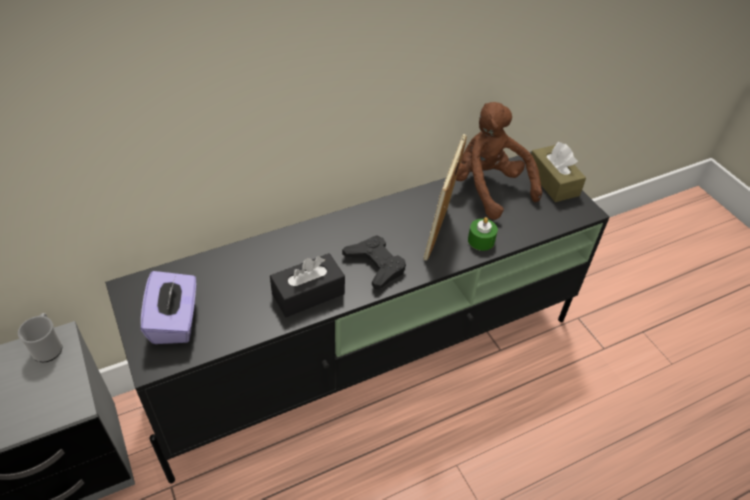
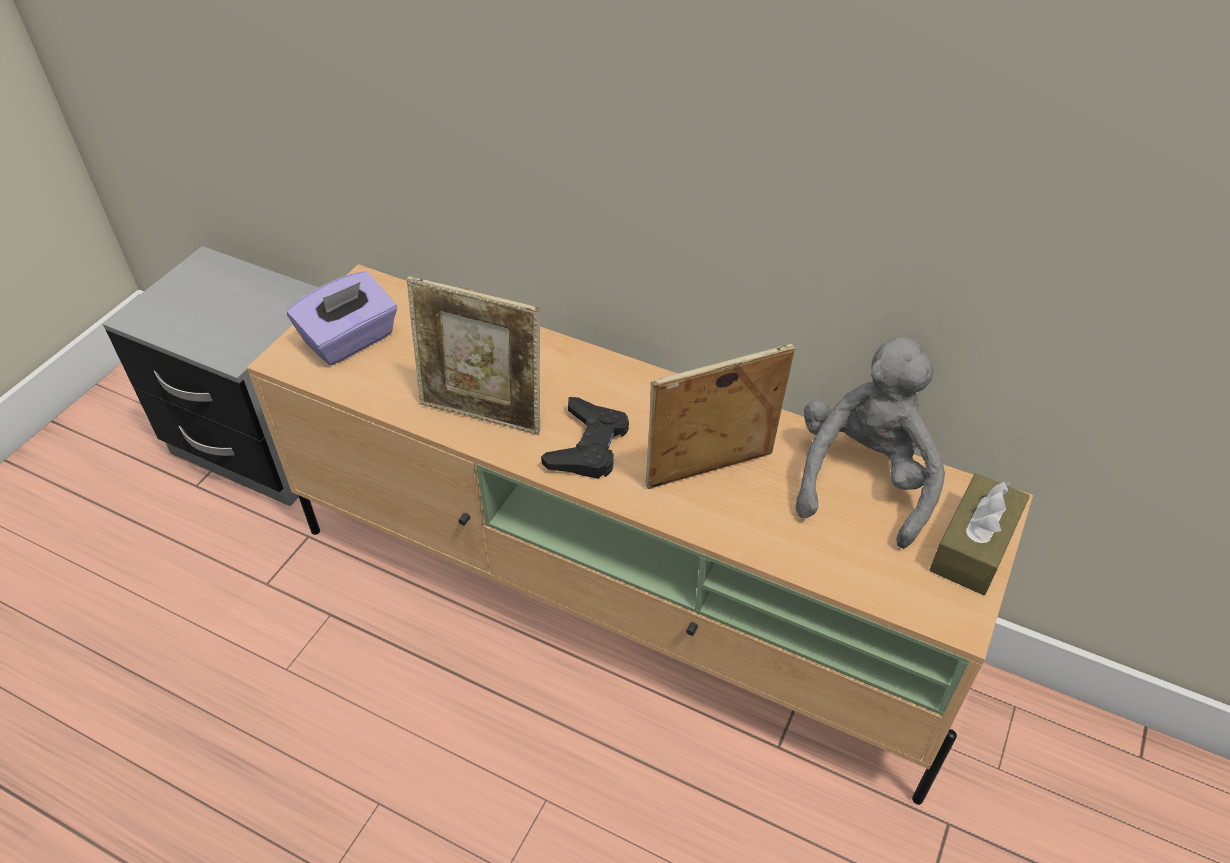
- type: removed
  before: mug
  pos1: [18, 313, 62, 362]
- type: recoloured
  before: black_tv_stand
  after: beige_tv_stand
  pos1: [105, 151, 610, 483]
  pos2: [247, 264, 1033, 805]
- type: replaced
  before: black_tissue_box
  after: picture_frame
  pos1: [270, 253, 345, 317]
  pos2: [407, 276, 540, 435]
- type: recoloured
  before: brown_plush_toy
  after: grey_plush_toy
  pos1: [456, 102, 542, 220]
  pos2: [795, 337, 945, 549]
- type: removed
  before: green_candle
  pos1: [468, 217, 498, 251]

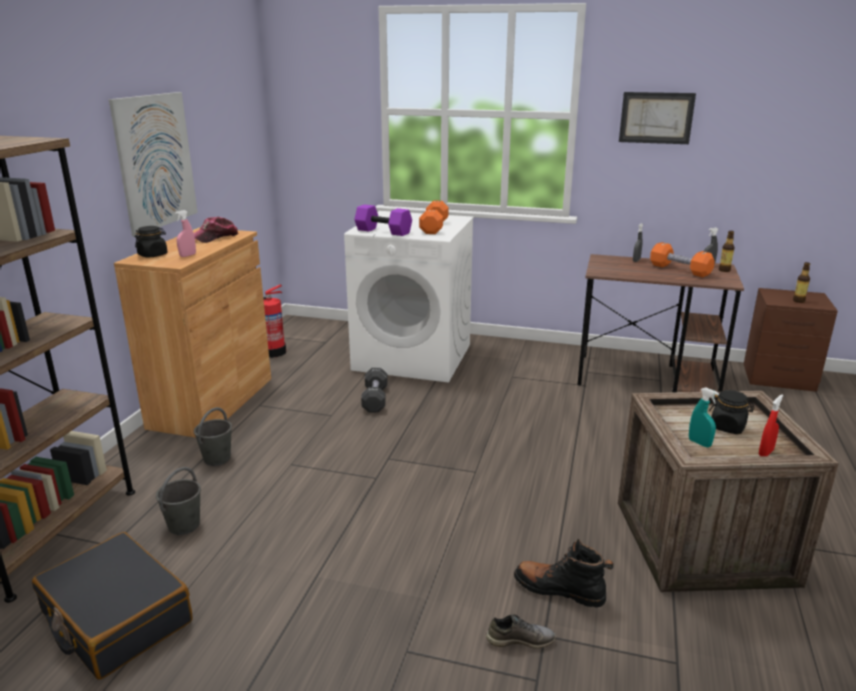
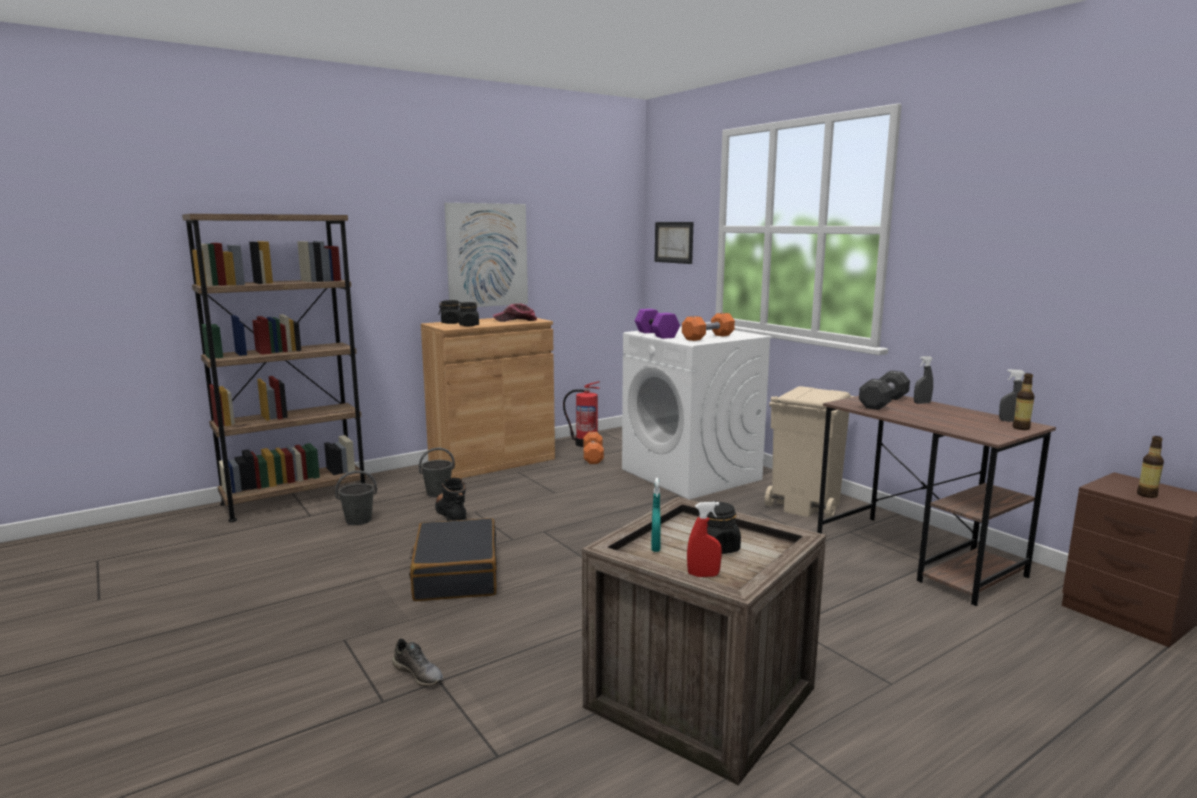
- type: moved
  before: black_suitcase
  pos1: [32, 532, 193, 680]
  pos2: [409, 518, 497, 601]
- type: replaced
  before: pink_spray_bottle
  after: black_jar
  pos1: [175, 210, 196, 257]
  pos2: [458, 302, 479, 326]
- type: moved
  before: black_dumbbell
  pos1: [361, 368, 388, 412]
  pos2: [859, 370, 910, 410]
- type: moved
  before: black_boot
  pos1: [514, 539, 613, 608]
  pos2: [435, 478, 467, 521]
- type: moved
  before: picture
  pos1: [619, 92, 696, 144]
  pos2: [655, 222, 694, 264]
- type: moved
  before: orange_dumbbell
  pos1: [650, 242, 715, 277]
  pos2: [583, 432, 604, 464]
- type: added
  after: beige_trash_can
  pos2: [765, 386, 855, 518]

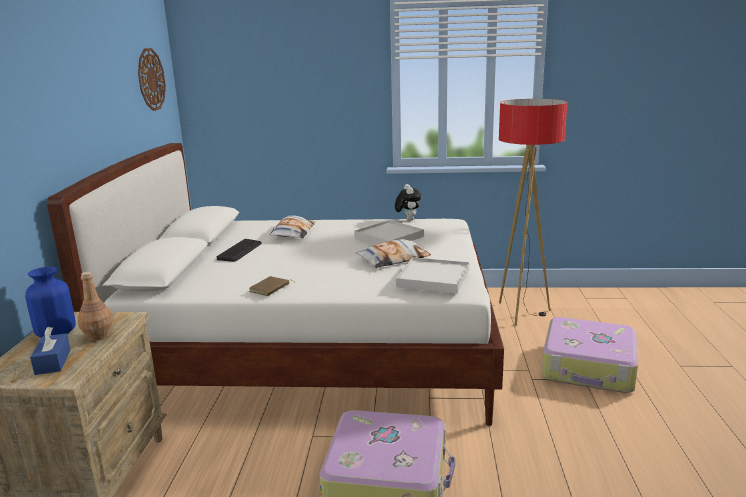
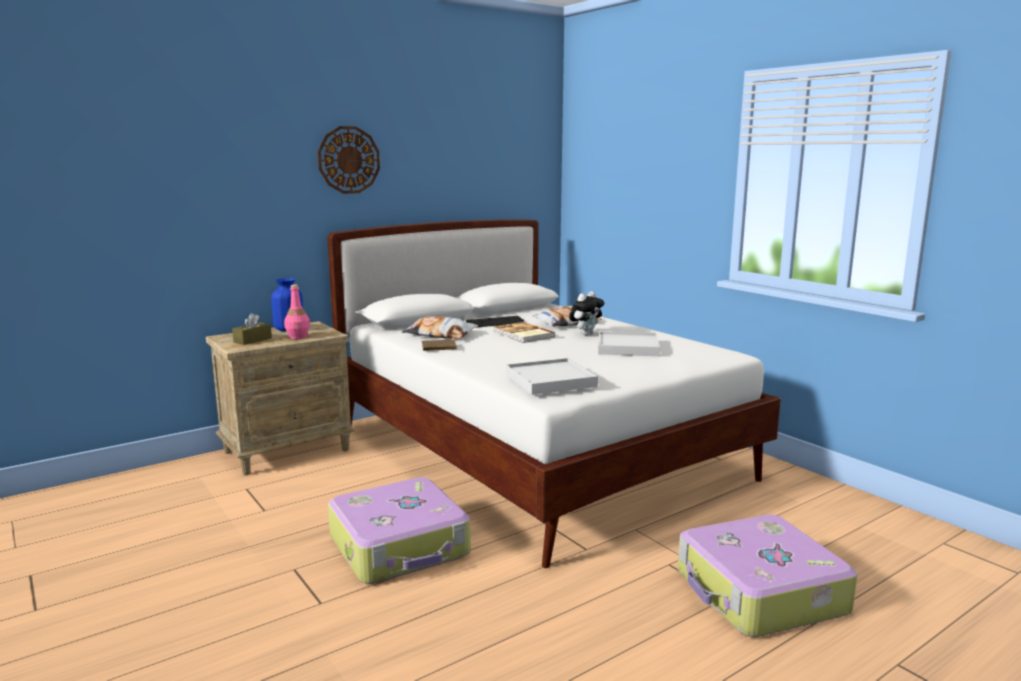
- type: recoloured
  before: blue_tissue_box
  after: brown_tissue_box
  pos1: [30, 327, 71, 375]
  pos2: [232, 313, 272, 345]
- type: recoloured
  before: brown_bottle
  after: pink_bottle
  pos1: [78, 272, 113, 341]
  pos2: [284, 285, 310, 339]
- type: moved
  before: wall_clock
  pos1: [138, 48, 166, 111]
  pos2: [318, 126, 380, 194]
- type: moved
  before: pillow
  pos1: [355, 239, 431, 268]
  pos2: [402, 316, 478, 339]
- type: moved
  before: plush_toy
  pos1: [395, 184, 422, 221]
  pos2: [569, 291, 604, 335]
- type: removed
  before: floor_lamp
  pos1: [499, 99, 567, 325]
- type: added
  after: book
  pos2: [493, 322, 555, 343]

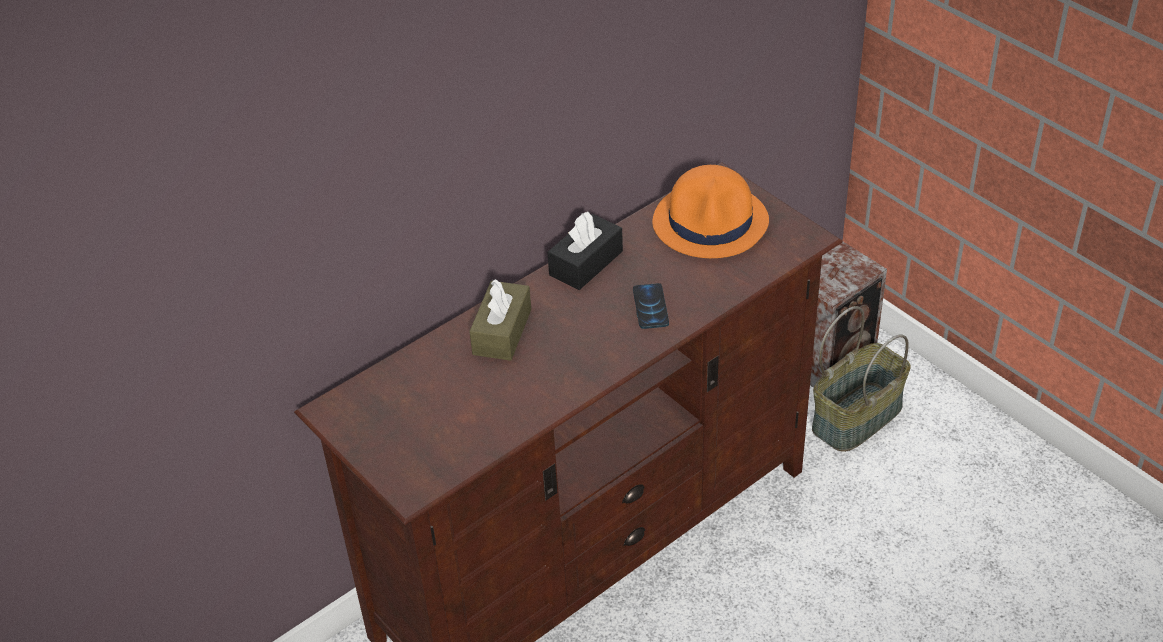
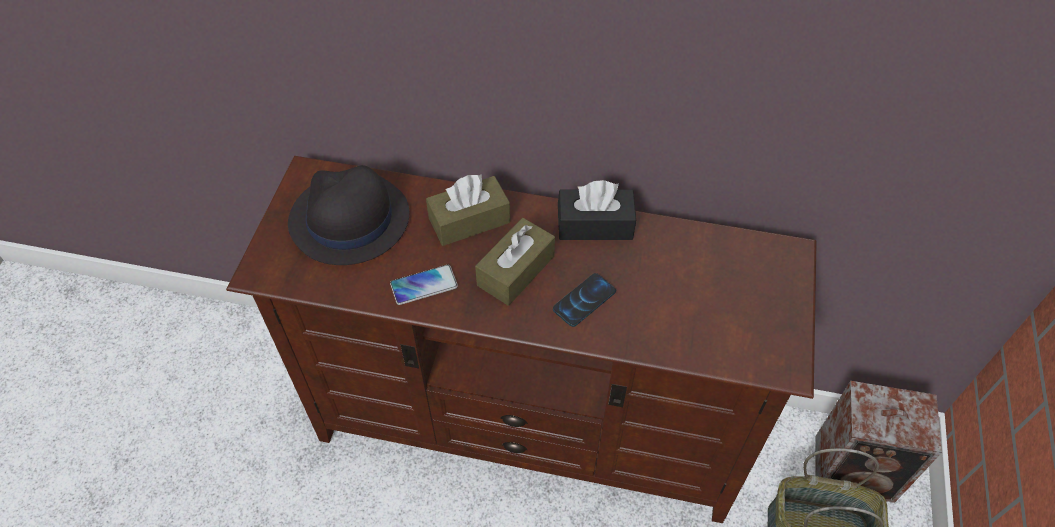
- type: removed
  before: orange_hat
  pos1: [652, 165, 769, 258]
- type: added
  after: black_hat
  pos2: [288, 165, 409, 265]
- type: added
  after: phone
  pos2: [390, 265, 458, 305]
- type: added
  after: brown_tissue_box
  pos2: [475, 218, 555, 306]

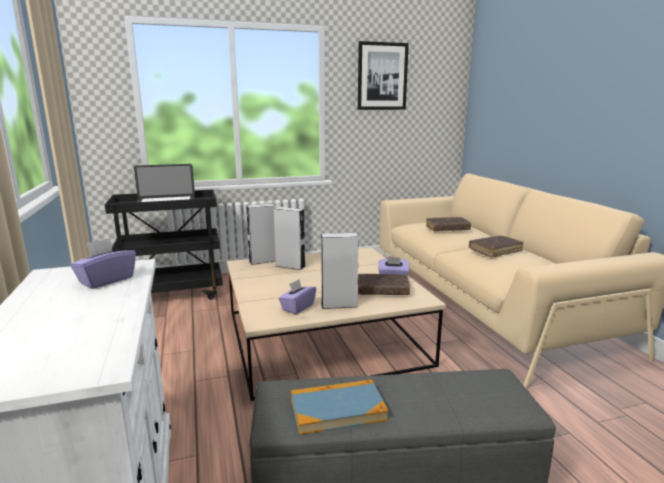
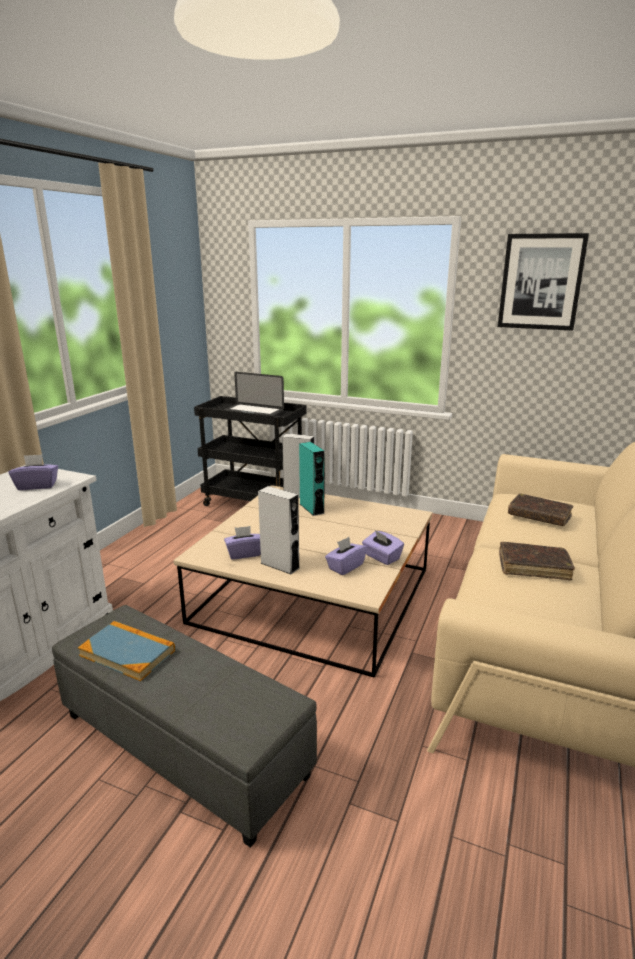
- type: recoloured
  before: grey_speaker
  after: turquoise_speaker
  pos1: [274, 207, 306, 270]
  pos2: [299, 442, 325, 516]
- type: replaced
  before: brown_book
  after: purple_tissue_box
  pos1: [358, 274, 410, 295]
  pos2: [325, 537, 367, 575]

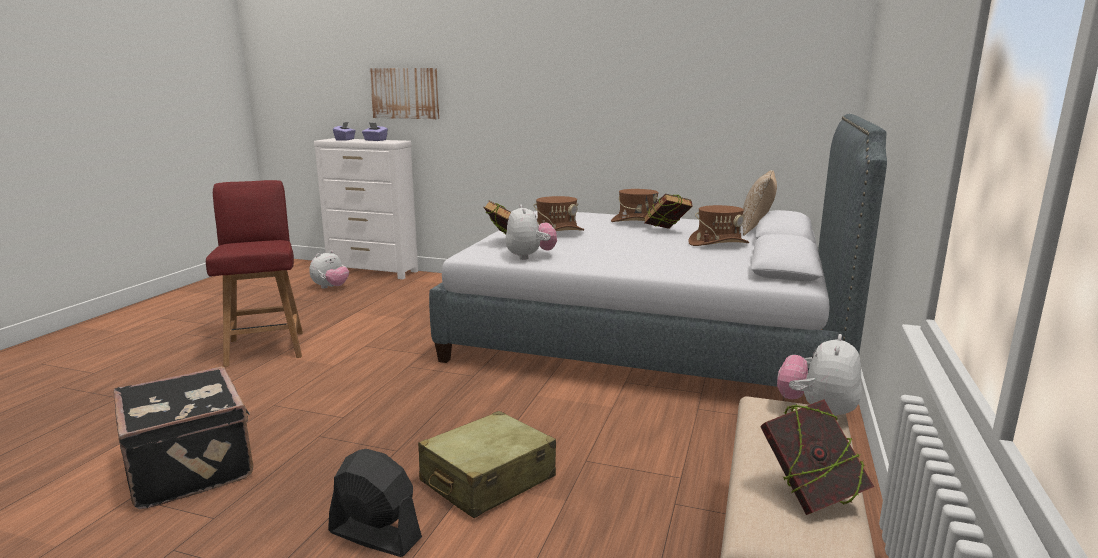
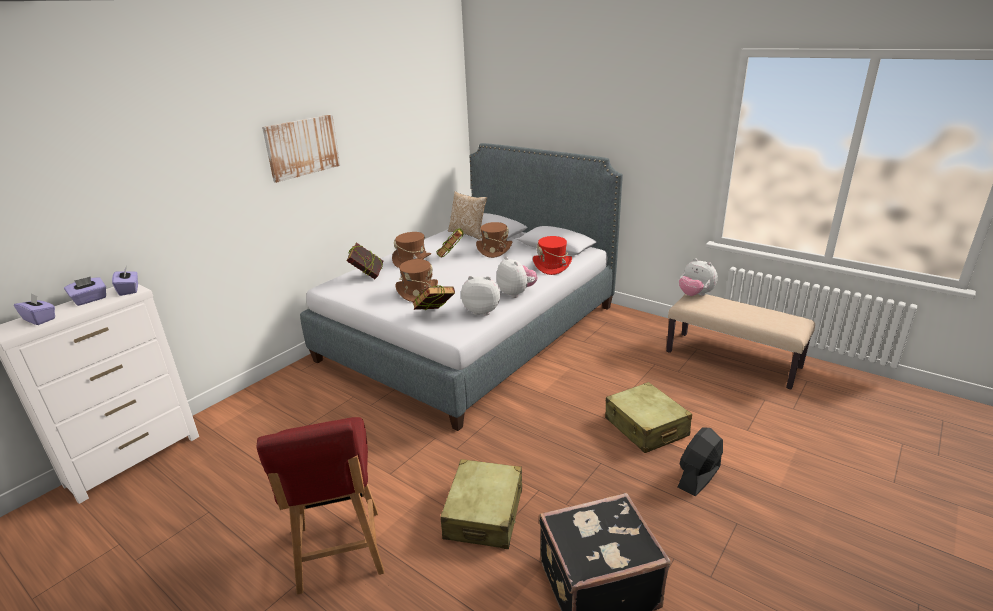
- type: turned
  before: red_chair
  pos1: [206, 180, 303, 367]
  pos2: [257, 417, 384, 595]
  turn: -105
- type: moved
  before: plush_toy
  pos1: [309, 250, 349, 289]
  pos2: [496, 256, 537, 298]
- type: moved
  before: picture
  pos1: [369, 68, 439, 119]
  pos2: [262, 115, 340, 183]
- type: moved
  before: book
  pos1: [760, 399, 874, 515]
  pos2: [347, 243, 383, 279]
- type: added
  after: purple_tissue_box
  pos2: [112, 266, 138, 296]
- type: added
  after: beige_suitcase
  pos2: [440, 459, 522, 549]
- type: added
  after: red_hat
  pos2: [533, 236, 572, 275]

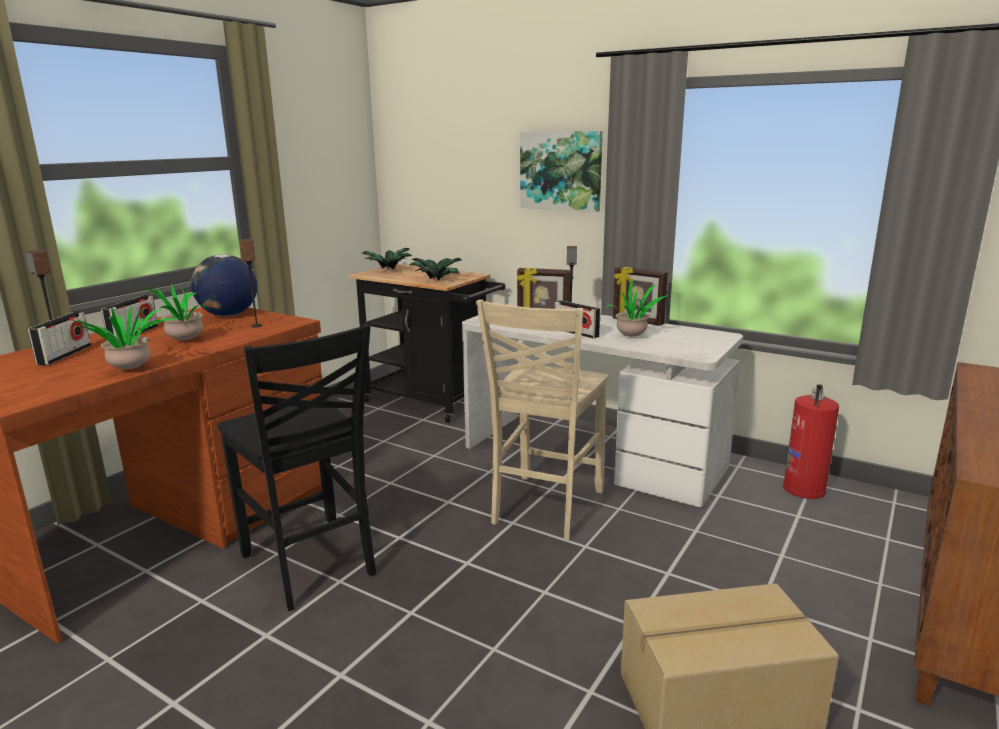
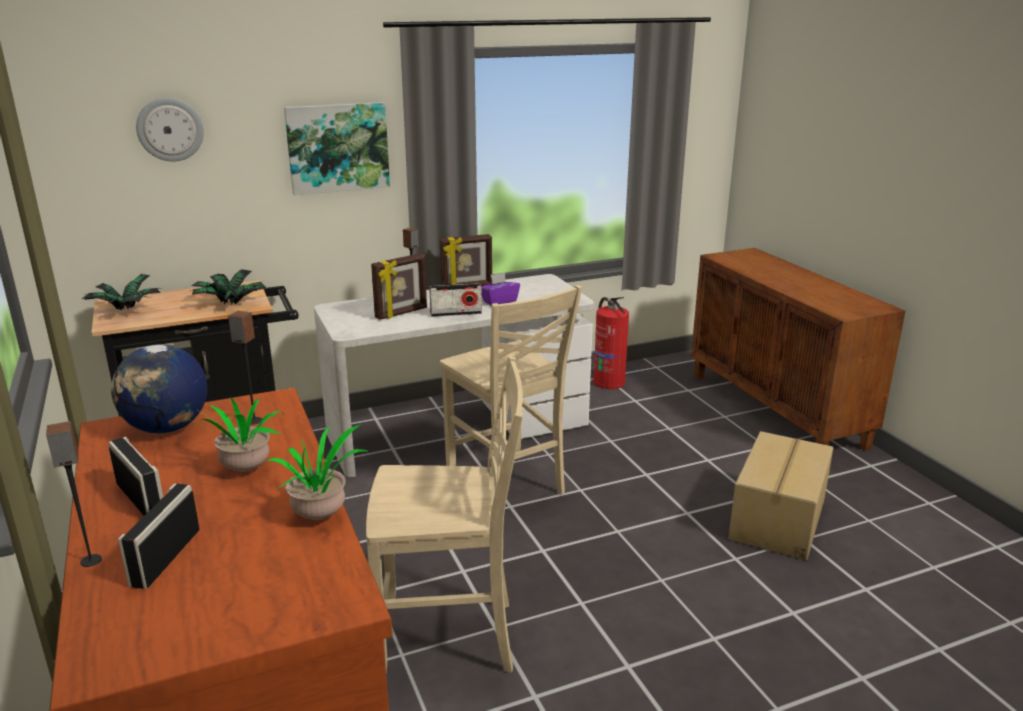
- type: turned
  before: radio
  pos1: [28, 312, 91, 365]
  pos2: [118, 483, 200, 589]
  turn: -120
- type: recoloured
  before: black_chair
  after: beige_chair
  pos1: [217, 324, 376, 611]
  pos2: [366, 357, 523, 673]
- type: replaced
  before: potted_plant
  after: purple_tissue_box
  pos1: [606, 280, 670, 337]
  pos2: [481, 273, 520, 306]
- type: added
  after: wall_clock
  pos2: [136, 97, 204, 162]

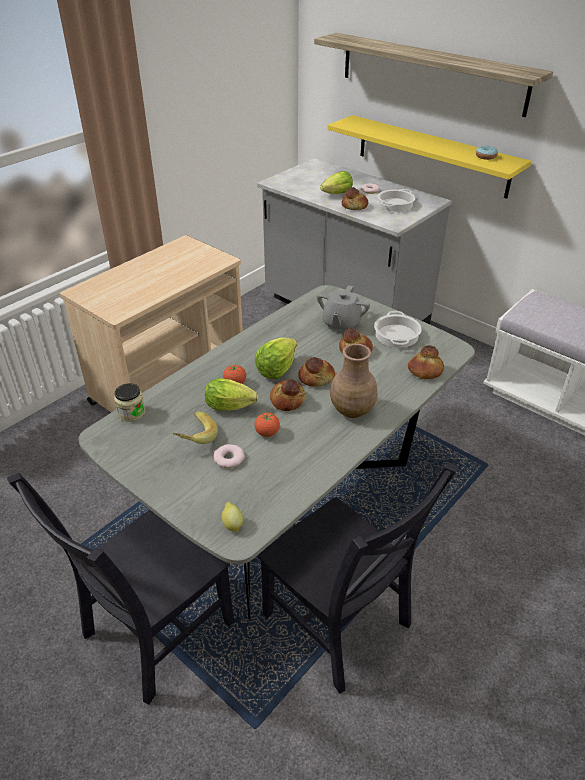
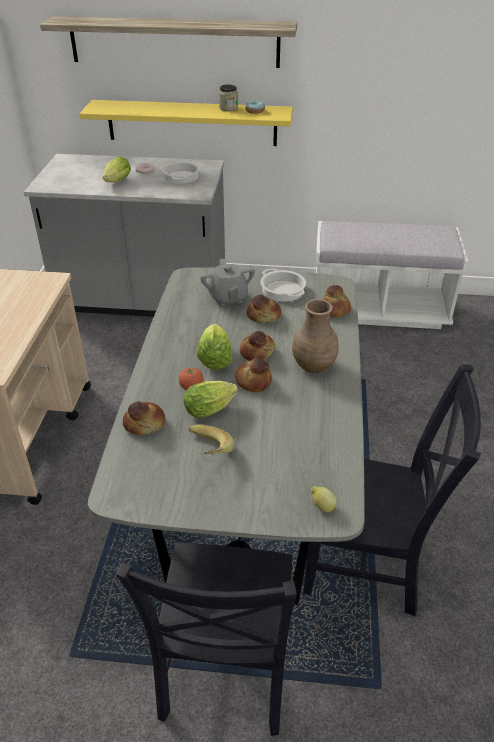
- type: moved
  before: jar
  pos1: [114, 383, 145, 422]
  pos2: [219, 85, 238, 111]
- type: removed
  before: donut
  pos1: [213, 444, 245, 468]
- type: removed
  before: tomato
  pos1: [254, 412, 280, 437]
- type: moved
  before: bread
  pos1: [342, 187, 368, 210]
  pos2: [123, 401, 165, 435]

